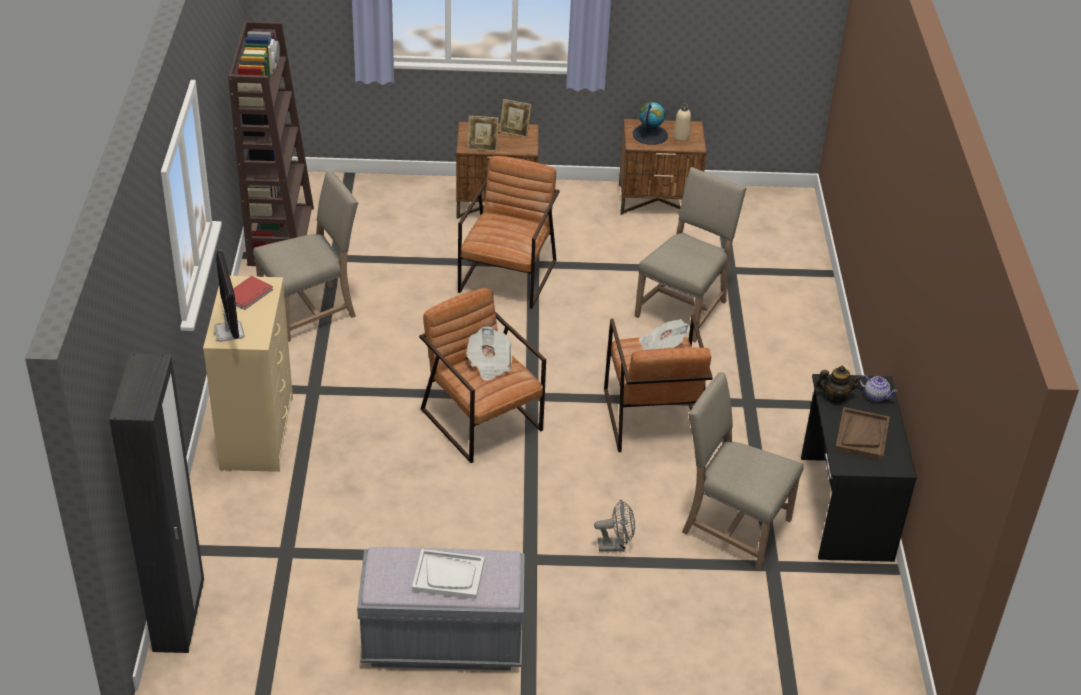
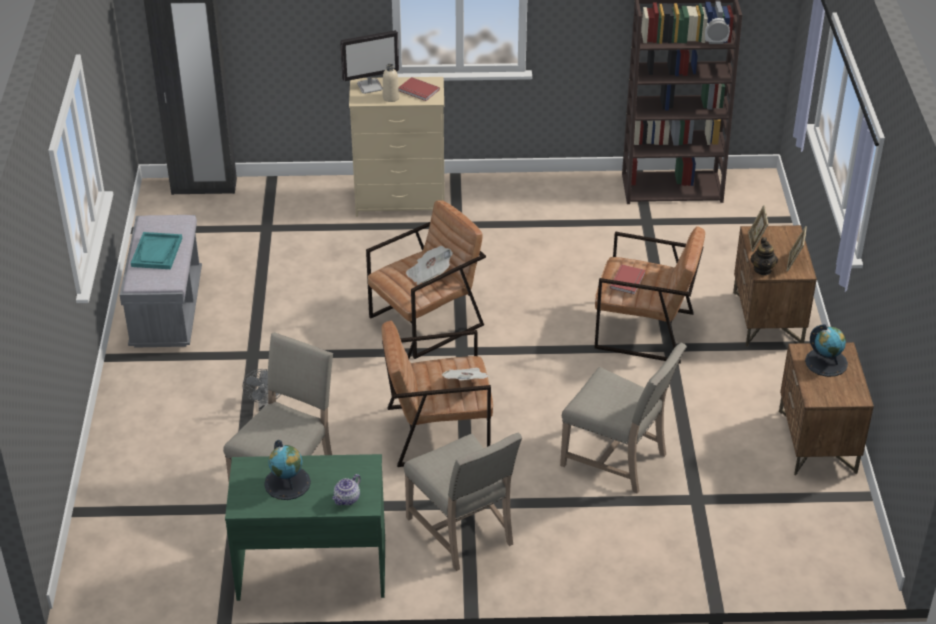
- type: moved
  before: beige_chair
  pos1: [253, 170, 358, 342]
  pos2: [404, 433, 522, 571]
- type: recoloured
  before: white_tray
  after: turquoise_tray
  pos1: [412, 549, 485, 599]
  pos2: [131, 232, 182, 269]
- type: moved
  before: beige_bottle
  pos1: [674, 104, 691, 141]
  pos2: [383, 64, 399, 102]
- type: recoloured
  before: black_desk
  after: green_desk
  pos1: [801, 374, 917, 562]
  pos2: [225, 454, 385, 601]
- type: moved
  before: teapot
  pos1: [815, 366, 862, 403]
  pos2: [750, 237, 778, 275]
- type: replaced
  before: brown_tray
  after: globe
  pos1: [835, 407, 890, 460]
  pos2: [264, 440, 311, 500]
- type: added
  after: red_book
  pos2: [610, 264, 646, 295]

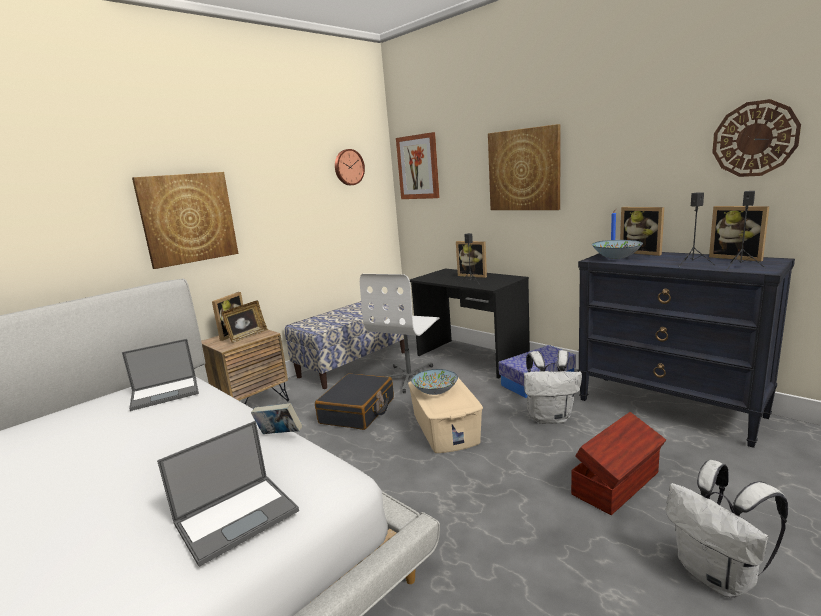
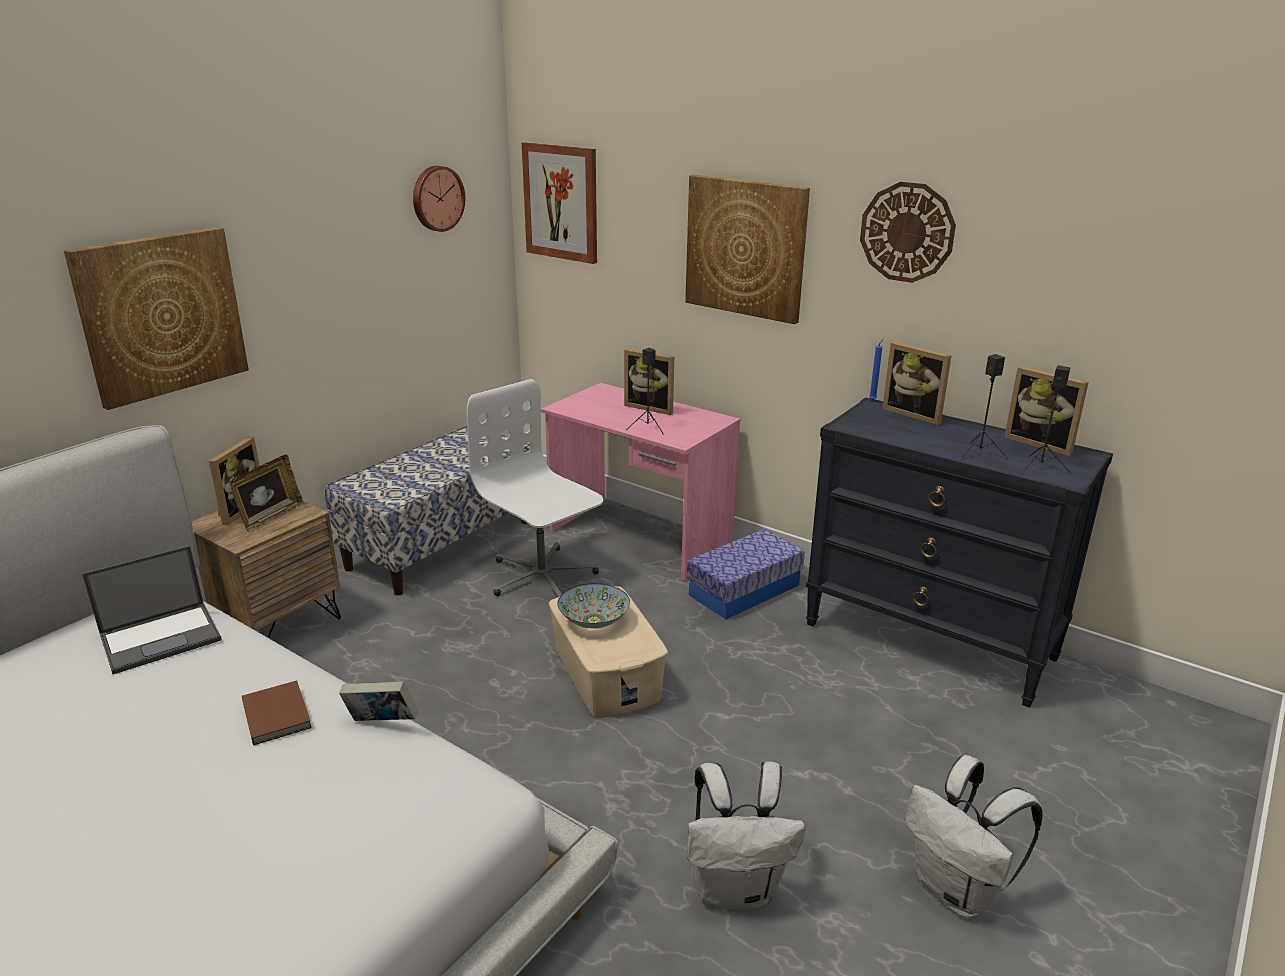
- type: removed
  before: laptop
  pos1: [157, 421, 299, 567]
- type: removed
  before: black_suitcase
  pos1: [315, 373, 394, 430]
- type: turned
  before: white_office_chair
  pos1: [360, 274, 440, 393]
  pos2: [467, 379, 604, 597]
  turn: 120
- type: recoloured
  before: black_desk
  after: pink_desk
  pos1: [410, 269, 530, 379]
  pos2: [541, 383, 740, 581]
- type: moved
  before: white_backpack
  pos1: [524, 350, 582, 424]
  pos2: [687, 761, 805, 909]
- type: removed
  before: brown_storage_box
  pos1: [571, 412, 666, 515]
- type: removed
  before: bowl
  pos1: [592, 240, 643, 259]
- type: moved
  before: wall_clock
  pos1: [712, 99, 801, 177]
  pos2: [860, 182, 956, 283]
- type: added
  after: brown_book
  pos2: [242, 680, 312, 745]

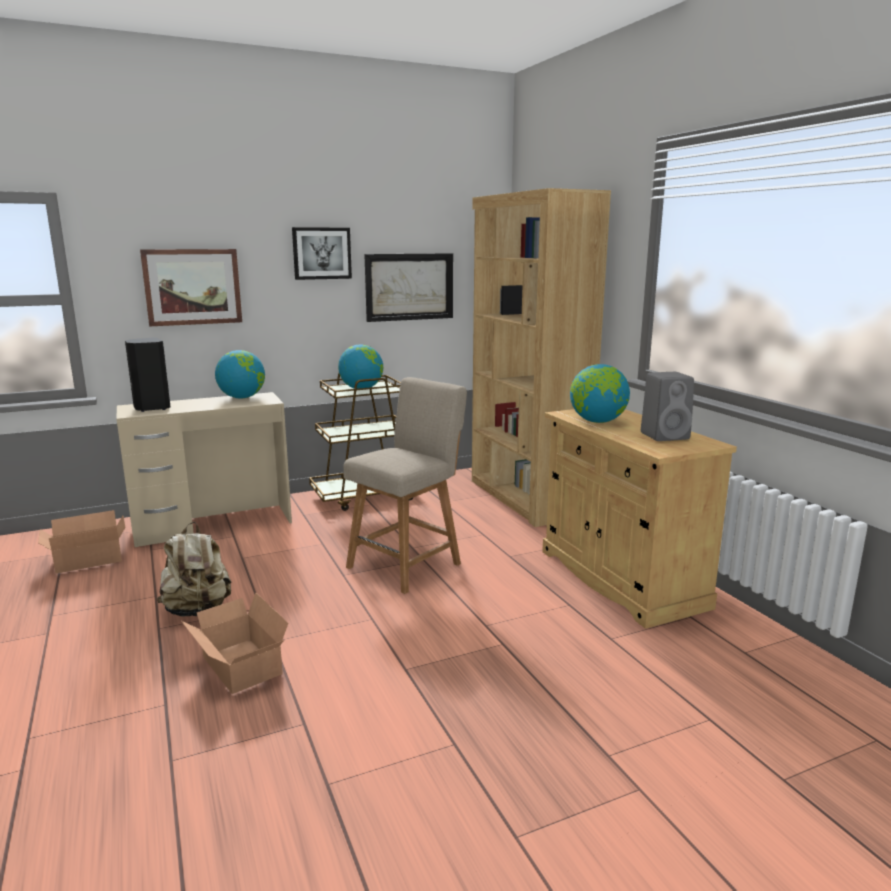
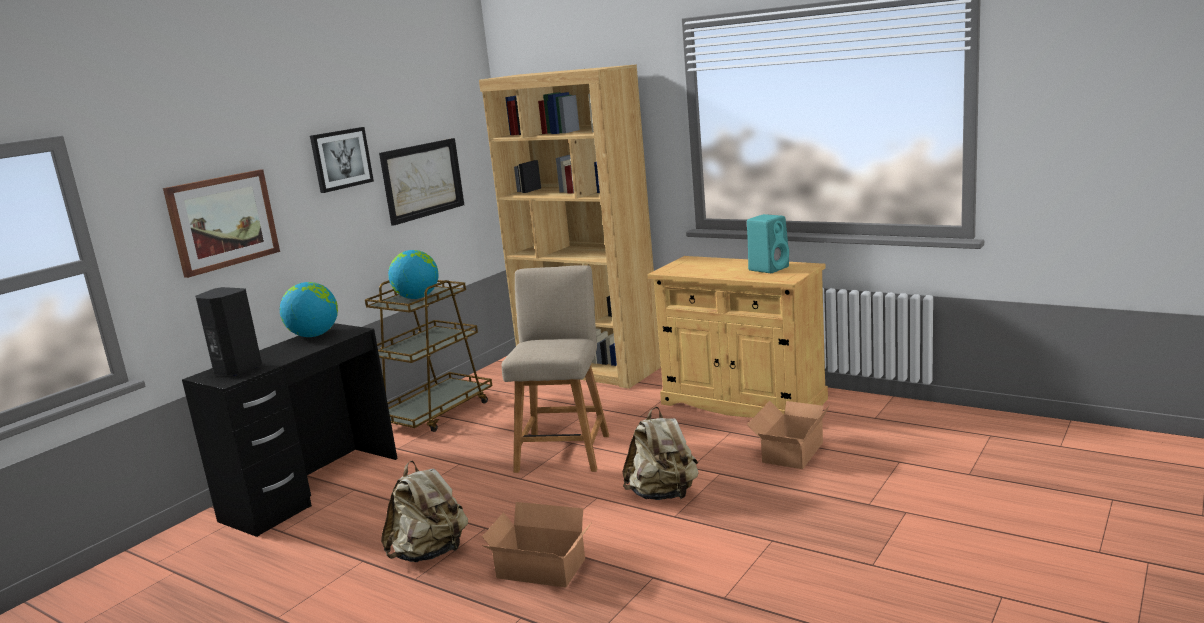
- type: moved
  before: cardboard_box
  pos1: [38, 510, 125, 574]
  pos2: [747, 401, 829, 469]
- type: recoloured
  before: beige_desk
  after: black_desk
  pos1: [116, 392, 292, 547]
  pos2: [182, 323, 397, 537]
- type: removed
  before: globe
  pos1: [570, 364, 630, 423]
- type: recoloured
  before: grey_speaker
  after: turquoise_speaker
  pos1: [641, 372, 694, 441]
  pos2: [747, 214, 789, 273]
- type: added
  after: beige_backpack
  pos2: [623, 407, 699, 500]

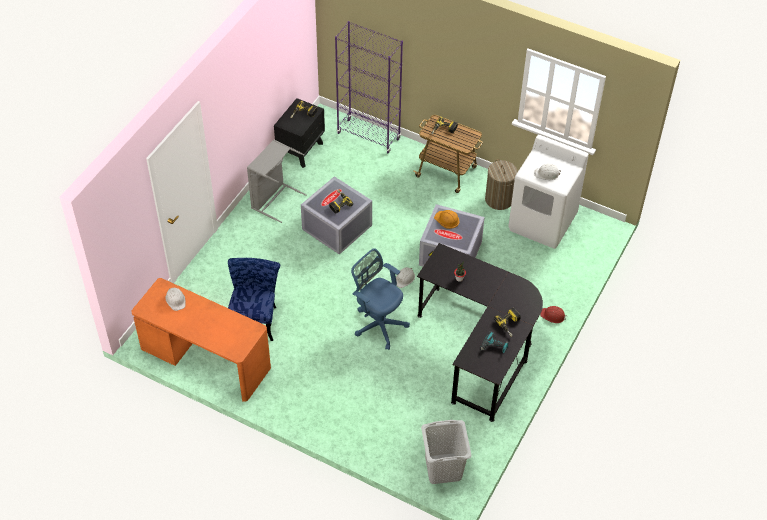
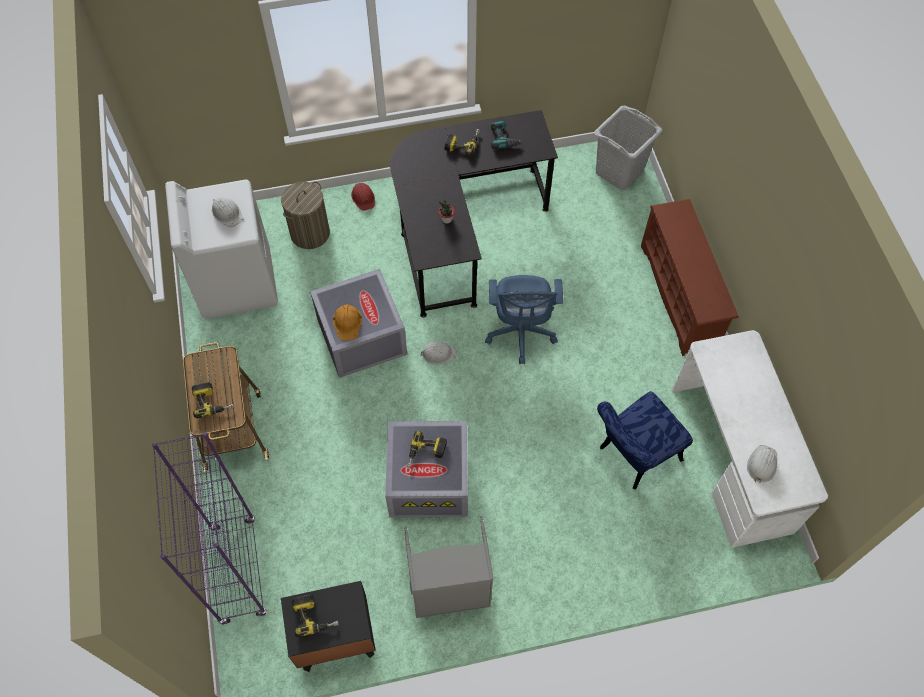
- type: recoloured
  before: orange_desk
  after: white_desk
  pos1: [132, 278, 271, 402]
  pos2: [672, 330, 828, 547]
- type: moved
  before: laundry_basket
  pos1: [485, 159, 518, 210]
  pos2: [281, 182, 330, 249]
- type: added
  after: brown_shoe_rack
  pos2: [641, 199, 739, 356]

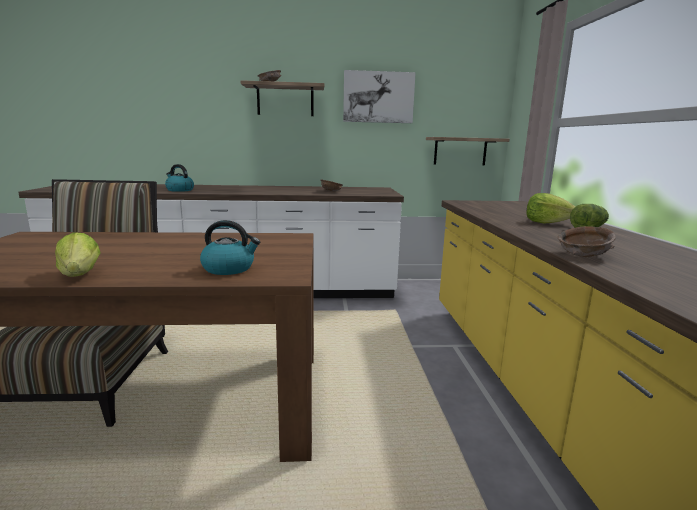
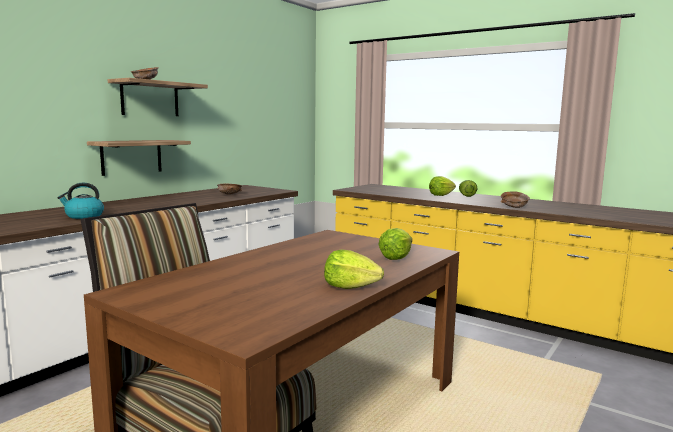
- type: replaced
  before: kettle
  after: lettuce
  pos1: [200, 220, 260, 275]
  pos2: [378, 228, 412, 260]
- type: removed
  before: picture
  pos1: [343, 70, 416, 123]
- type: moved
  before: shelf
  pos1: [426, 137, 509, 166]
  pos2: [87, 140, 191, 176]

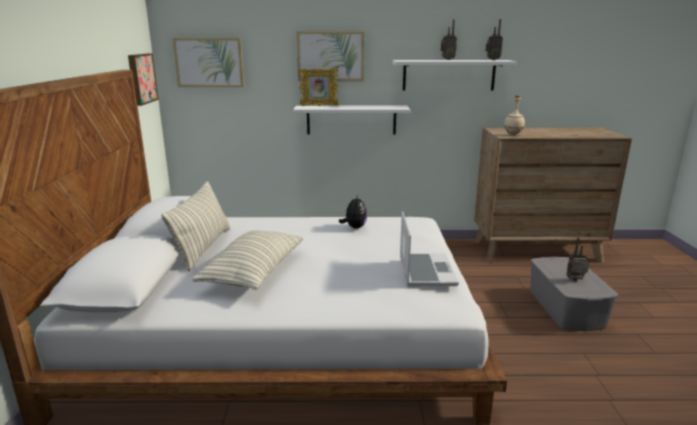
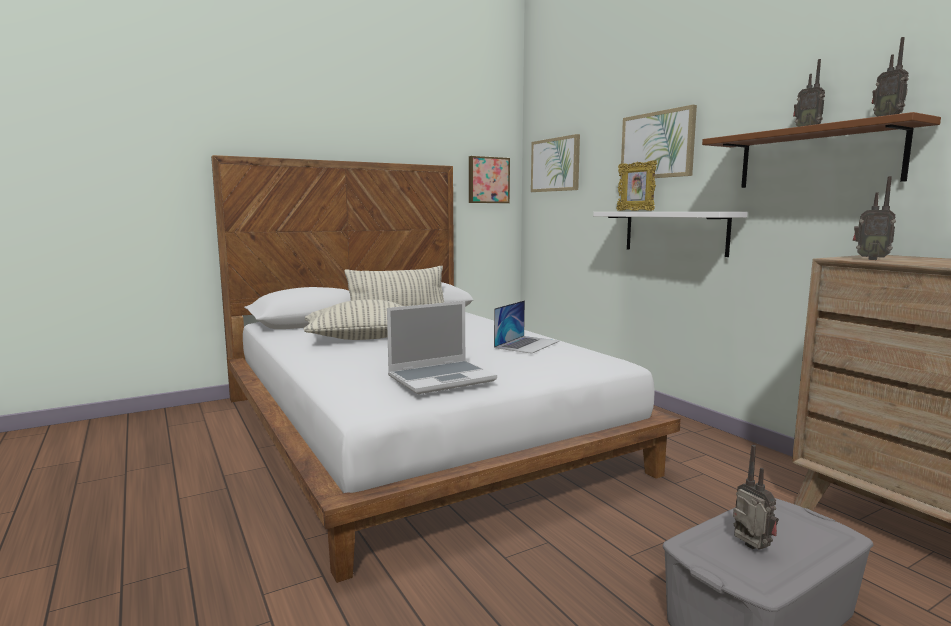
- type: replaced
  before: plush_toy
  after: laptop
  pos1: [339, 194, 367, 229]
  pos2: [494, 300, 559, 354]
- type: recoloured
  before: white_shelf
  after: brown_shelf
  pos1: [393, 60, 516, 91]
  pos2: [702, 112, 941, 188]
- type: replaced
  before: beige_bottle
  after: radio
  pos1: [504, 95, 525, 136]
  pos2: [853, 176, 896, 260]

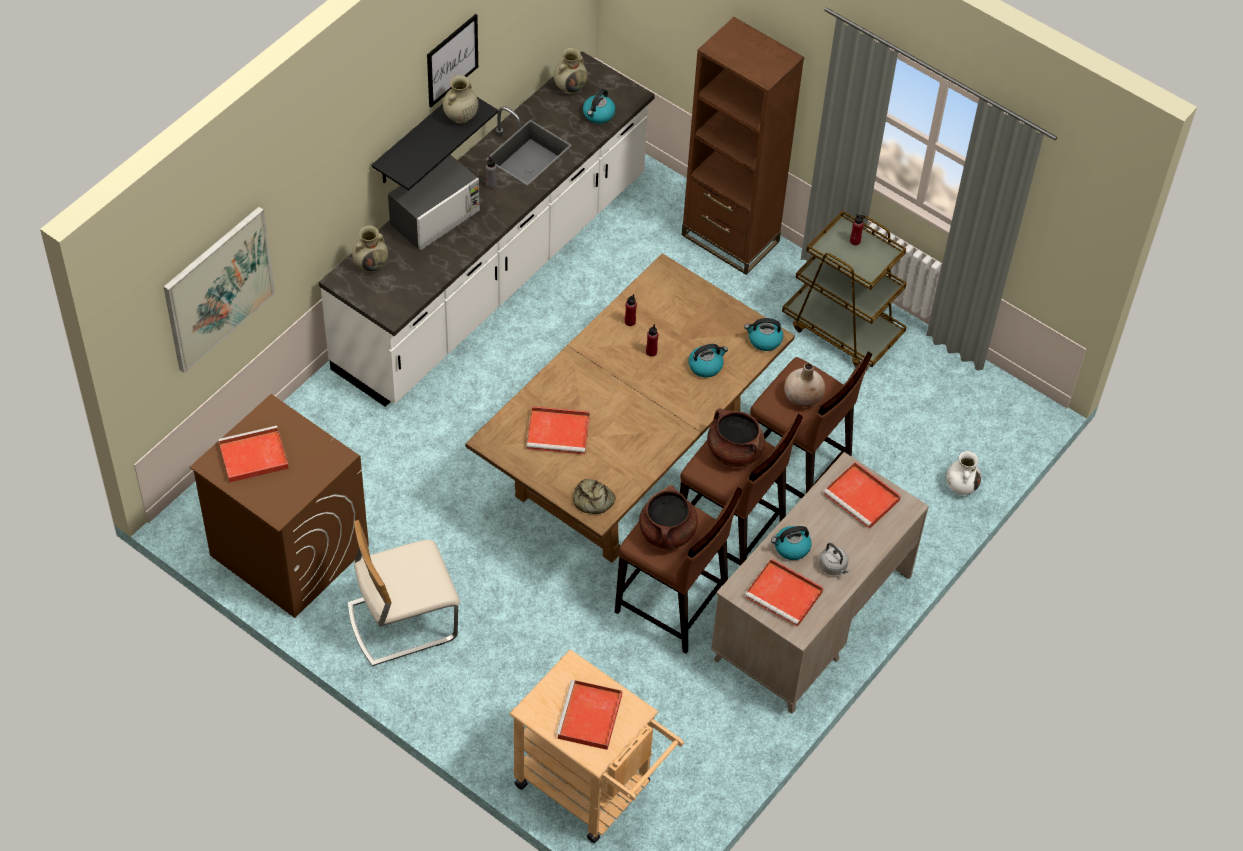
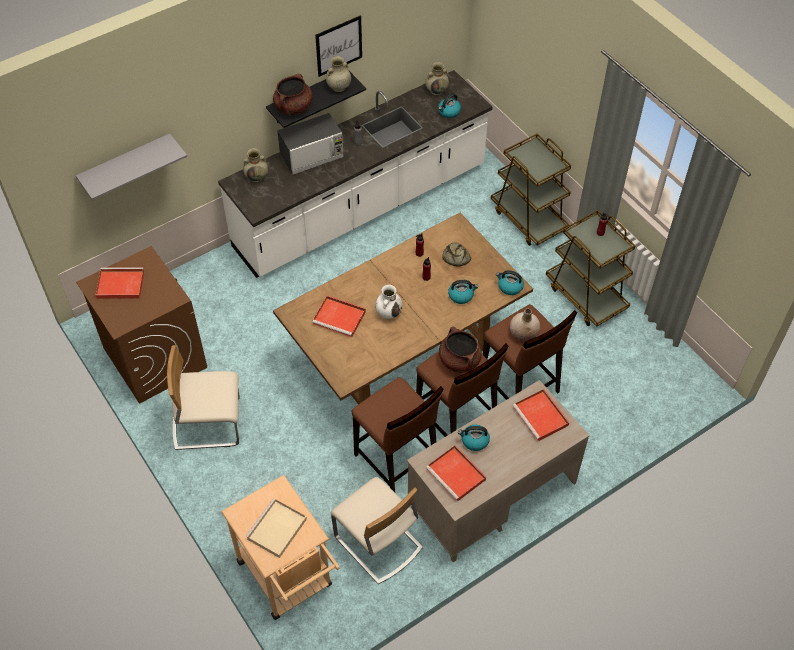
- type: replaced
  before: picture
  after: grey_shelf
  pos1: [164, 207, 275, 373]
  pos2: [76, 134, 187, 200]
- type: recoloured
  before: red_tray
  after: beige_tray
  pos1: [556, 680, 622, 750]
  pos2: [245, 498, 307, 558]
- type: moved
  before: bread
  pos1: [573, 479, 616, 514]
  pos2: [442, 243, 471, 267]
- type: moved
  before: brown_cooking_pot
  pos1: [639, 485, 698, 550]
  pos2: [273, 73, 313, 115]
- type: replaced
  before: brown_bookcase
  after: brown_cart
  pos1: [682, 17, 804, 275]
  pos2: [491, 134, 571, 246]
- type: removed
  before: grey_kettle
  pos1: [819, 543, 850, 575]
- type: moved
  before: white_vase
  pos1: [946, 451, 981, 495]
  pos2: [376, 285, 402, 319]
- type: added
  after: beige_chair
  pos2: [331, 477, 423, 584]

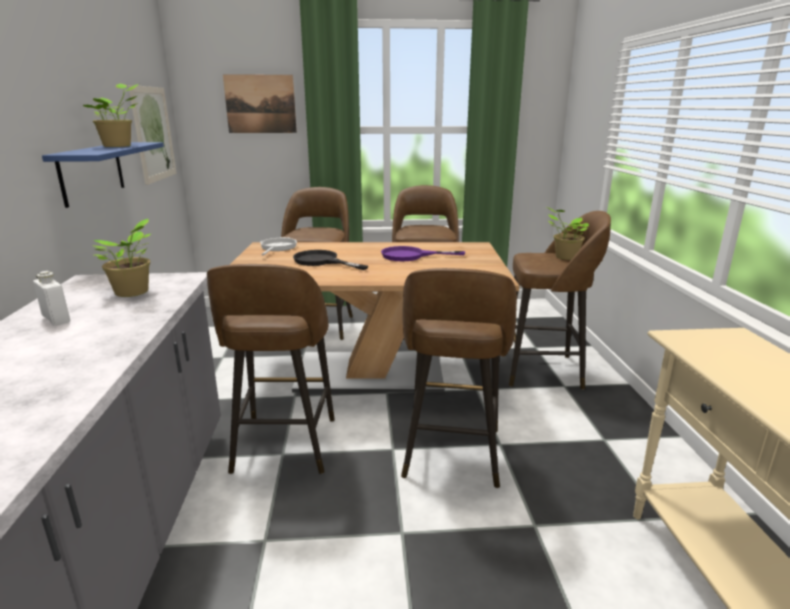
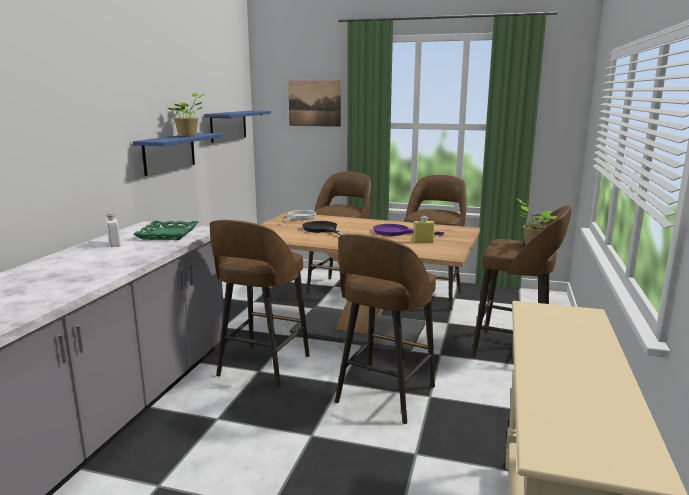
- type: replaced
  before: potted_plant
  after: green_tray
  pos1: [91, 219, 152, 297]
  pos2: [134, 221, 198, 240]
- type: replaced
  before: picture
  after: blue_shelf
  pos1: [128, 85, 177, 185]
  pos2: [204, 111, 271, 143]
- type: added
  after: yellow_bottle
  pos2: [413, 216, 435, 243]

